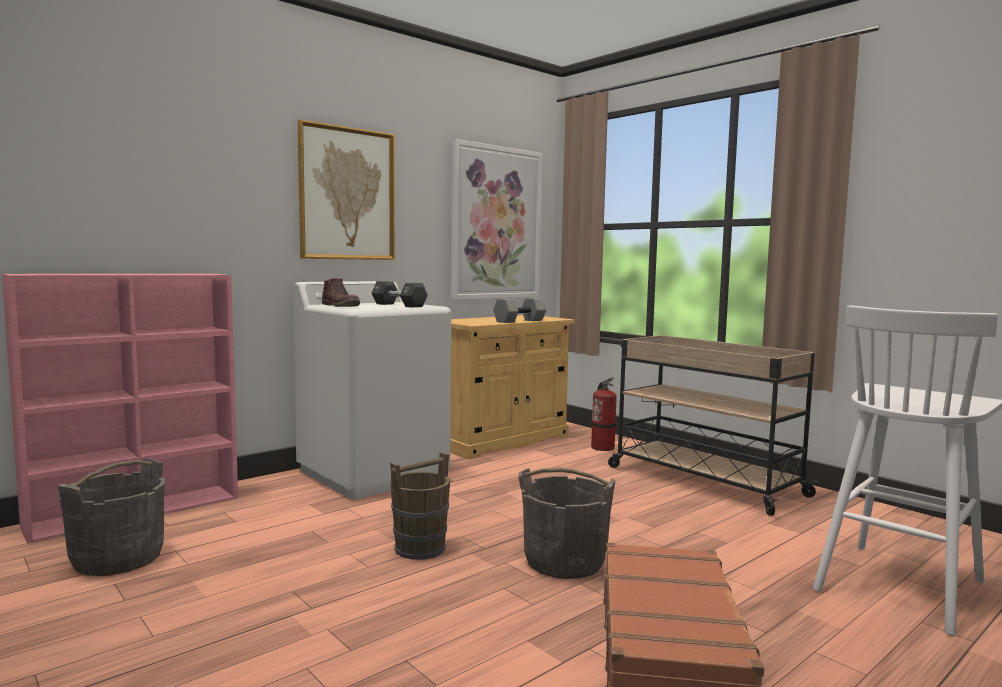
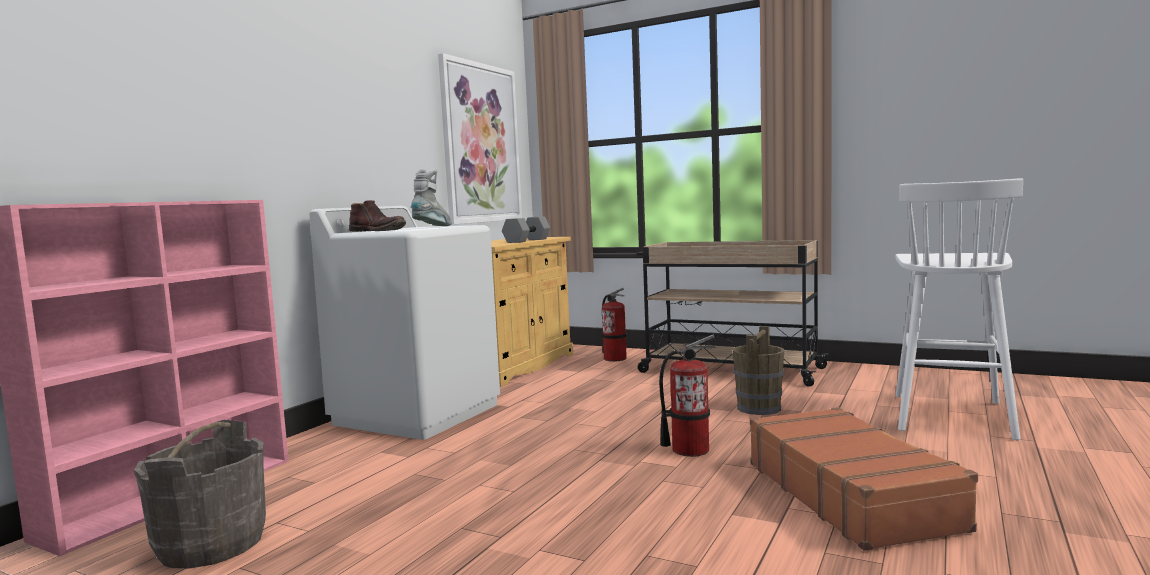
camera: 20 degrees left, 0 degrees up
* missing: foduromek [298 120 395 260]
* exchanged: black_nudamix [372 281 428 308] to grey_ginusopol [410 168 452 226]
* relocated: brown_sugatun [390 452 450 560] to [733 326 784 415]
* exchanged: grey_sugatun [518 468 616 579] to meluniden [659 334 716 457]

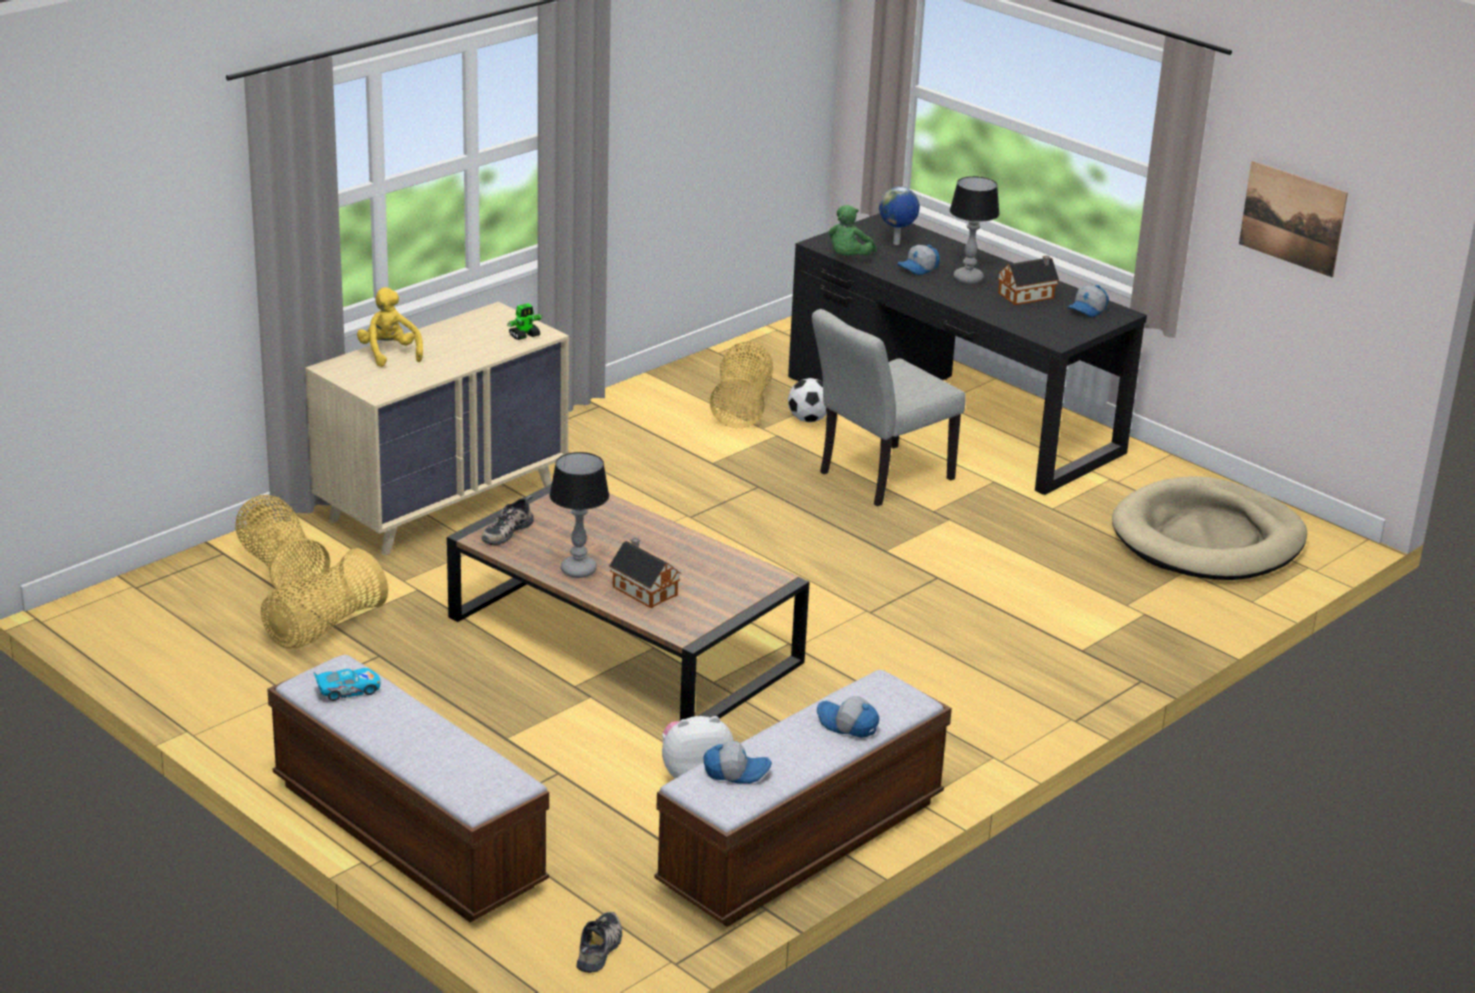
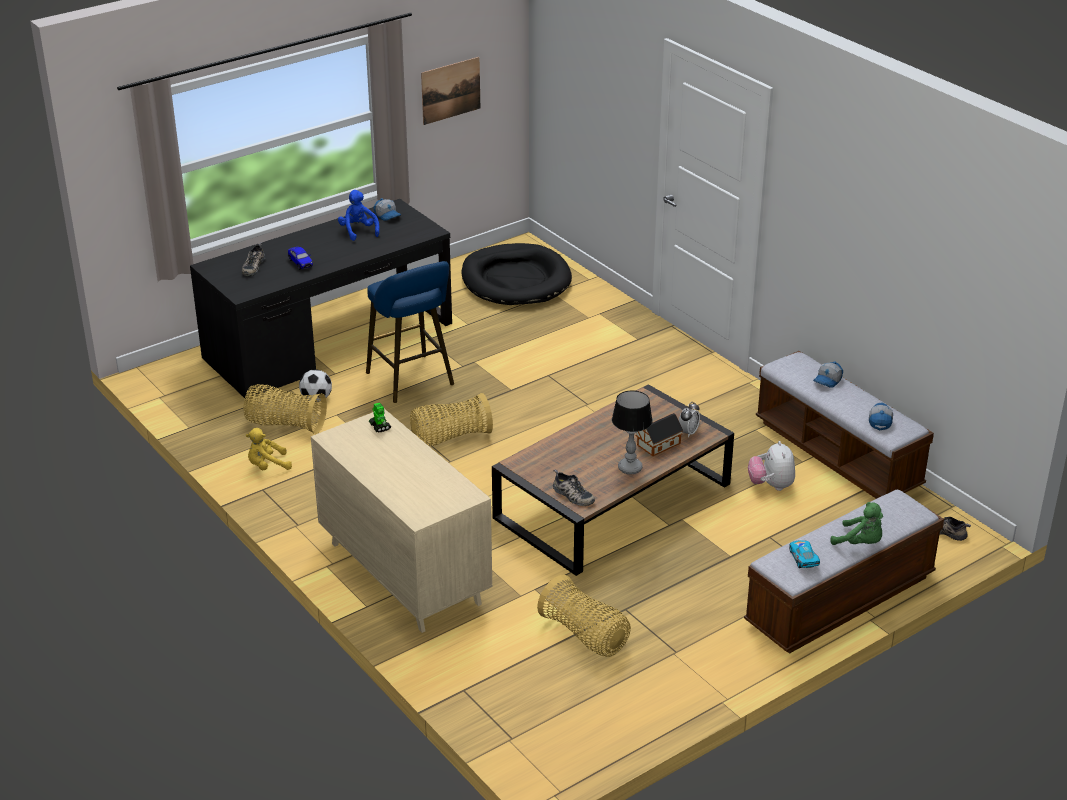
camera: 80 degrees left, 5 degrees up
* missing: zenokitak [950 176 1000 284]
* exchanged: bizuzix [879 187 920 245] to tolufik [242 242 266 276]
* relocated: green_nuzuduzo [829 205 877 256] to [830 502 883 545]
* exchanged: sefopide [897 245 940 275] to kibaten [288 247 313 270]
* exchanged: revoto [998 255 1059 305] to blue_nuzuduzo [338 190 379 241]
* relocated: yellow_nuzuduzo [357 287 423 367] to [246 428 292 470]
* exchanged: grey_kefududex [812 309 966 506] to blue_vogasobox [366 261 454 403]
* colour: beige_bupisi [1112 476 1307 580] to black_bupisi [461 243 572 305]
* relocated: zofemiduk [235 495 330 596] to [410 393 493 446]
* appeared: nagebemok [679 402 700 438]

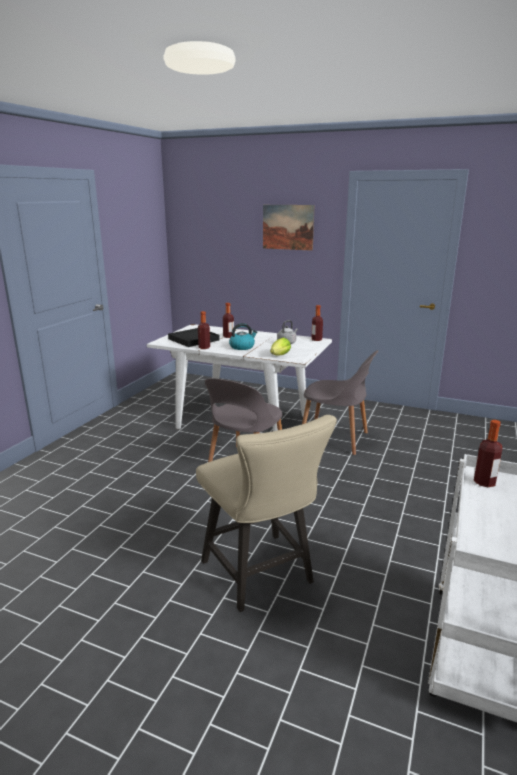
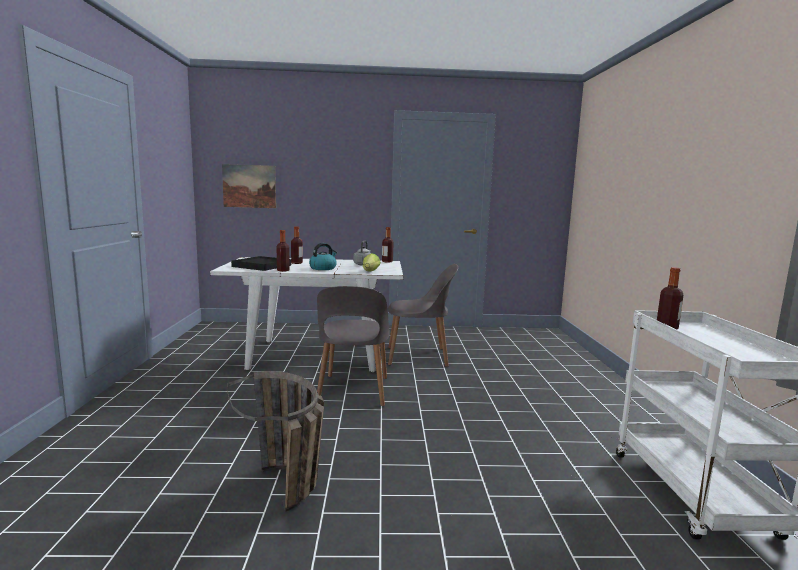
camera: 25 degrees left, 10 degrees down
* relocated: foduromek [263 205 315 251] to [222 164 276 208]
* missing: beige_kefududex [196 415 337 612]
* appeared: zofemiduk [227 371 324 512]

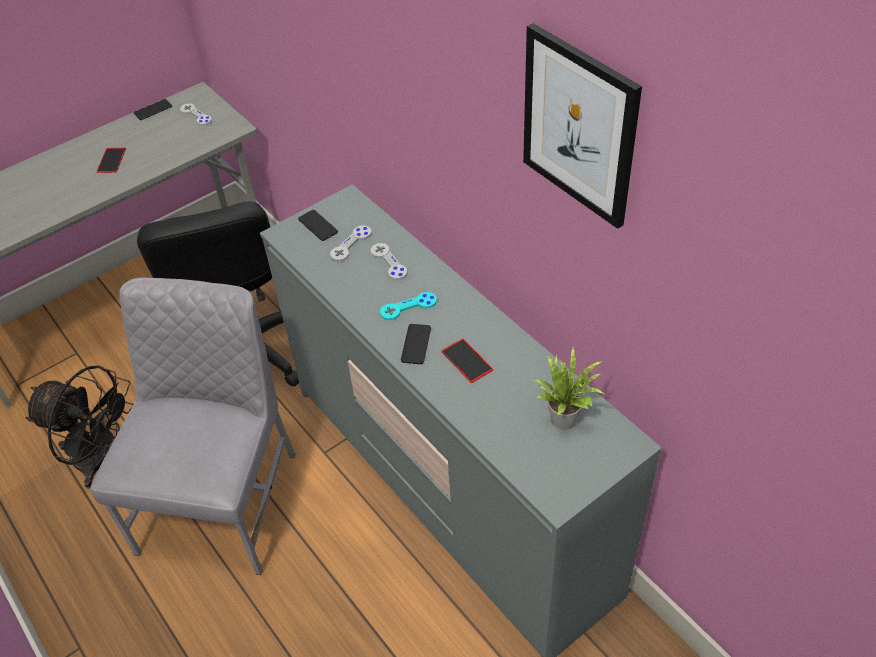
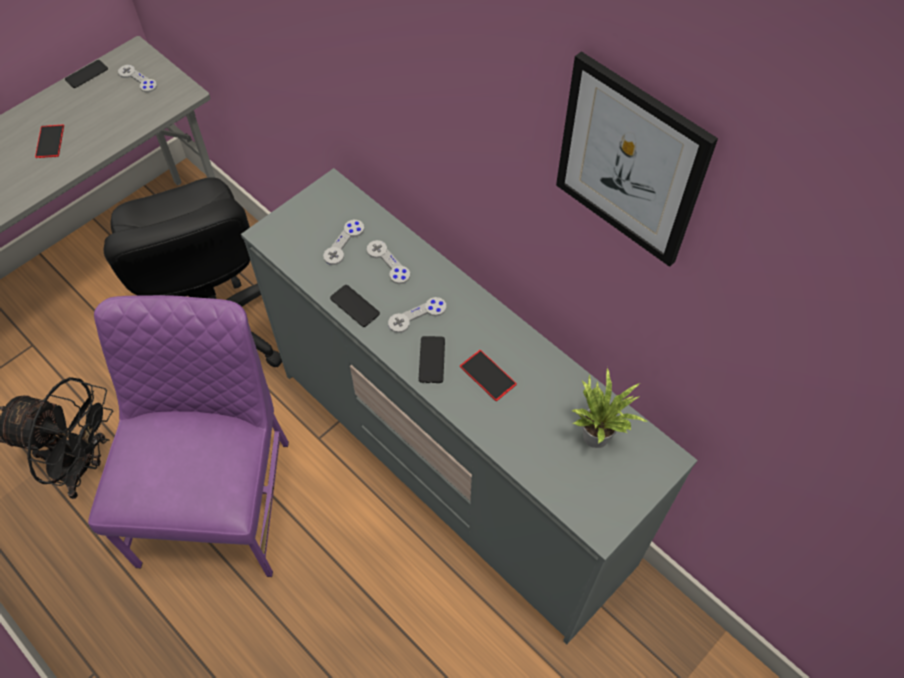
camera: 10 degrees left, 10 degrees up
* relocated: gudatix [298 210 338 241] to [330 285 380 327]
* colour: grey_kefududex [90 277 295 575] to purple_kefududex [88 295 289 577]
* colour: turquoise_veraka [380 292 437 320] to grey_veraka [388 297 446 333]

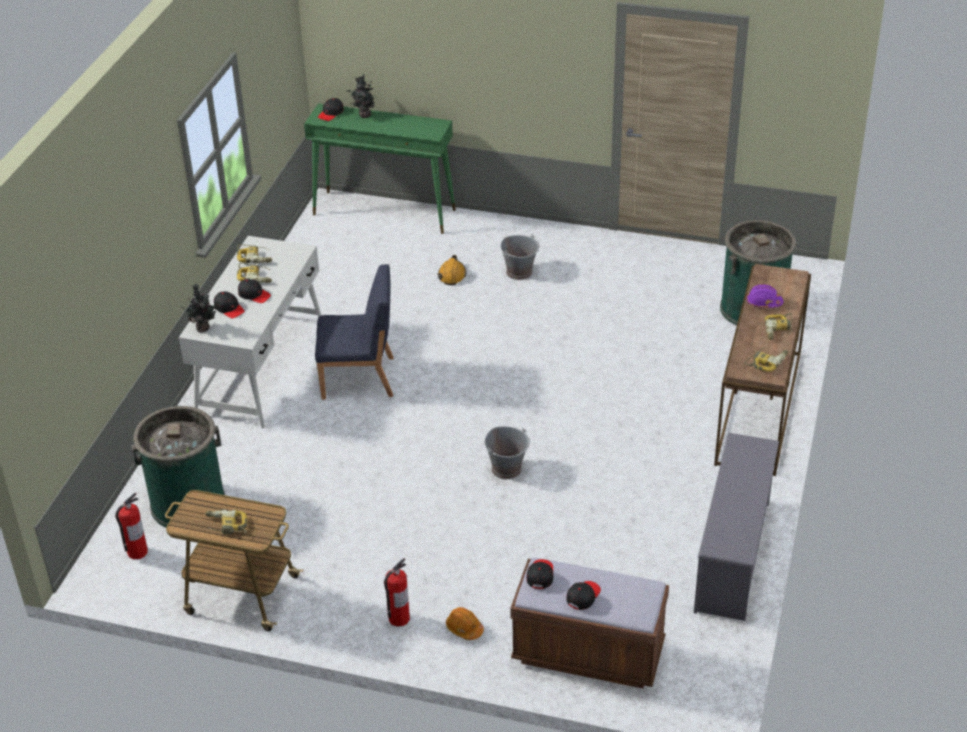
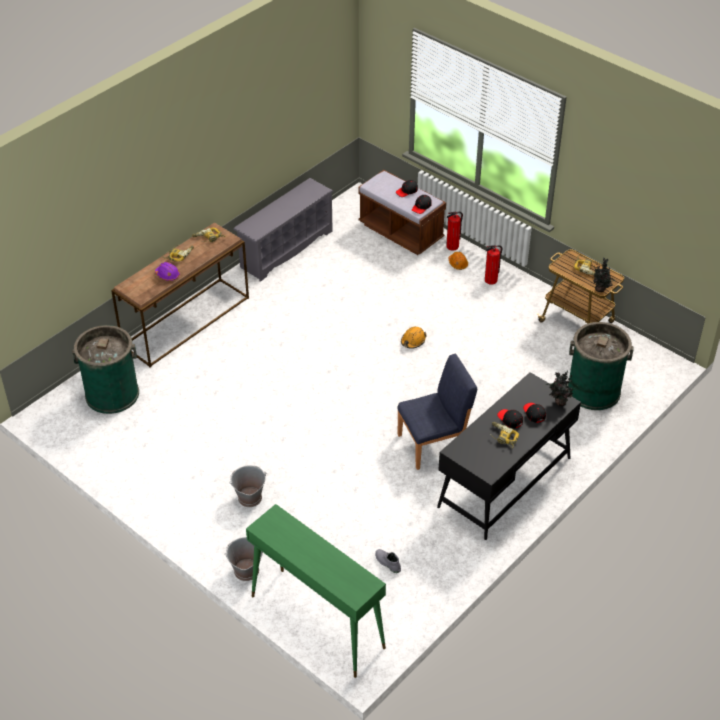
camera: 155 degrees left, 5 degrees up
* relocated: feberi [346 73 376 118] to [593 257 616 292]
* missing: black_sefopide [318 98 344 121]
* colour: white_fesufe [179 236 322 429] to black_fesufe [437 372 581 540]
* missing: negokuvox [237 244 272 264]
* relocated: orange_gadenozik [438 255 466 285] to [401 327 427 349]
* spun: blue_kefududex [315 264 393 400] = [397 354 477 470] 135 degrees clockwise
* relocated: grey_sugatun [485 426 530 479] to [224 537 263 581]
* relocated: meluniden [115 493 148 559] to [446 211 463 251]
* appeared: grey_ginusopol [375 549 401 573]

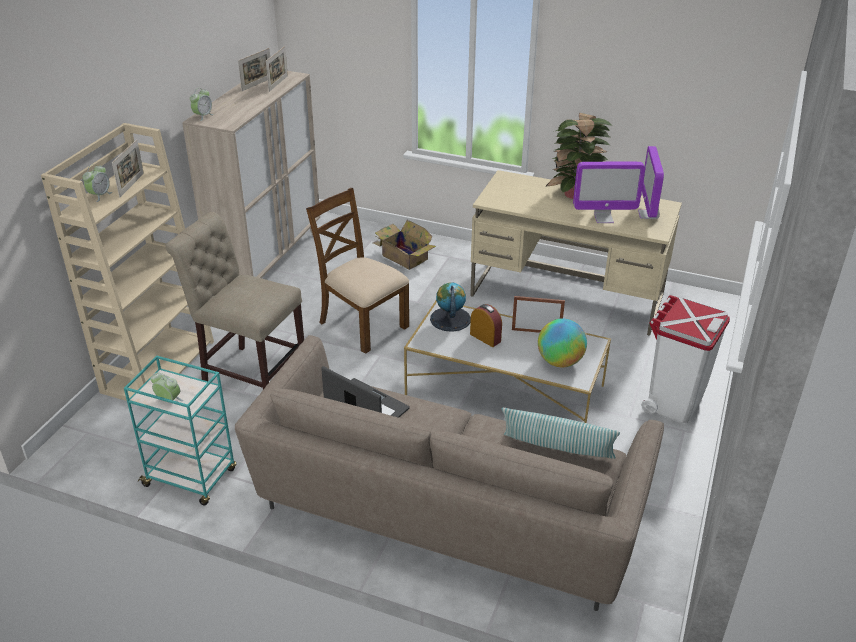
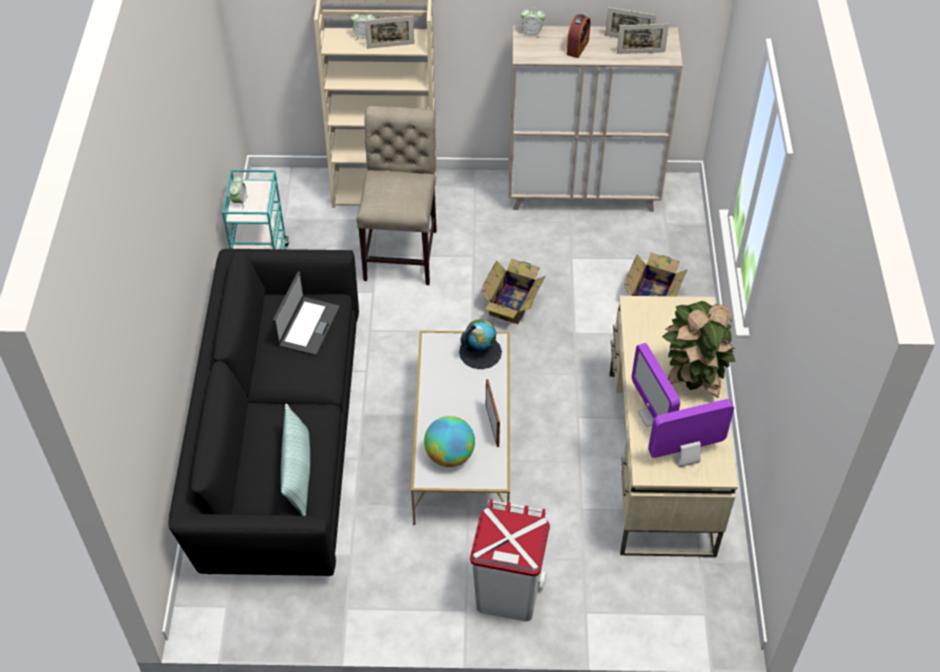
camera: 70 degrees right, 15 degrees up
* exchanged: brown_kefududex [306 188 409 354] to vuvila [481 259 546 324]
* relocated: nagebemok [470 304 502 347] to [567 14 590 58]
* colour: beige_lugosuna [235 335 664 611] to black_lugosuna [168 249 359 576]

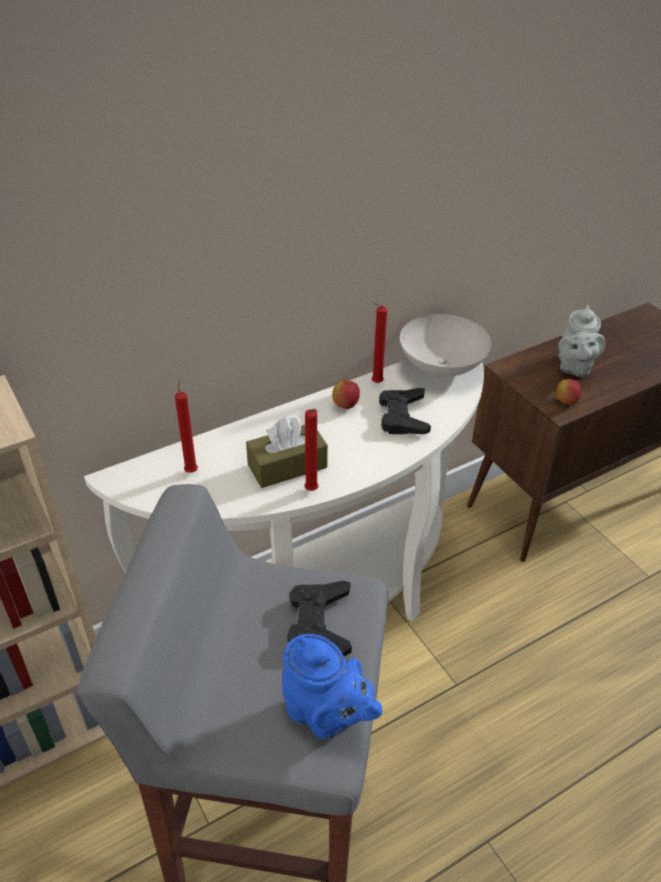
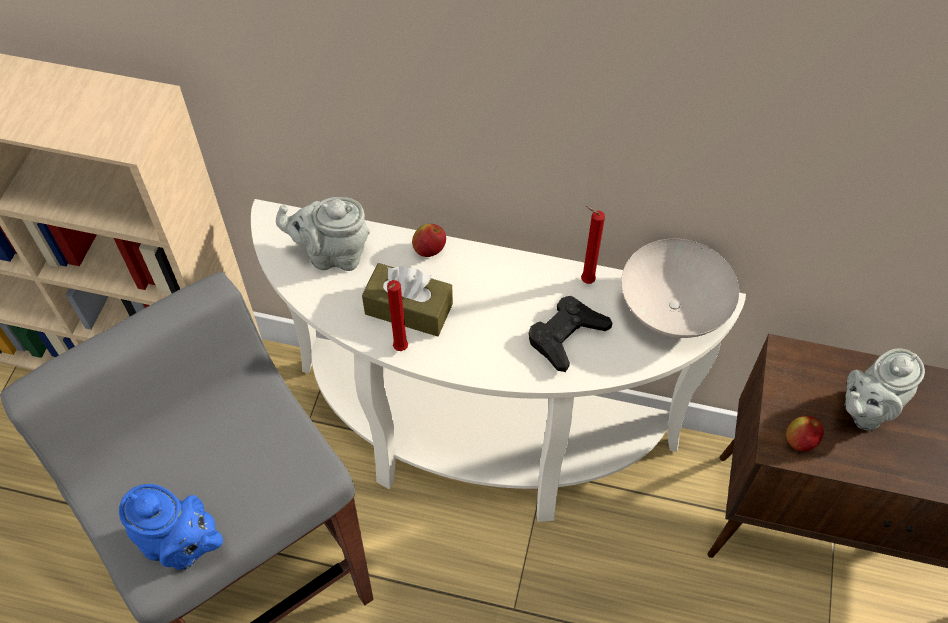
camera: 45 degrees right, 15 degrees up
* exchanged: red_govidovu [175 378 198 473] to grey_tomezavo [276 197 370 271]
* relocated: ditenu [332 380 360 409] to [412 224 446 257]
* missing: black_veraka [287 581 352 656]
* spun: blue_tomezavo [282 634 382 740] = [119 484 223 570] 60 degrees counterclockwise

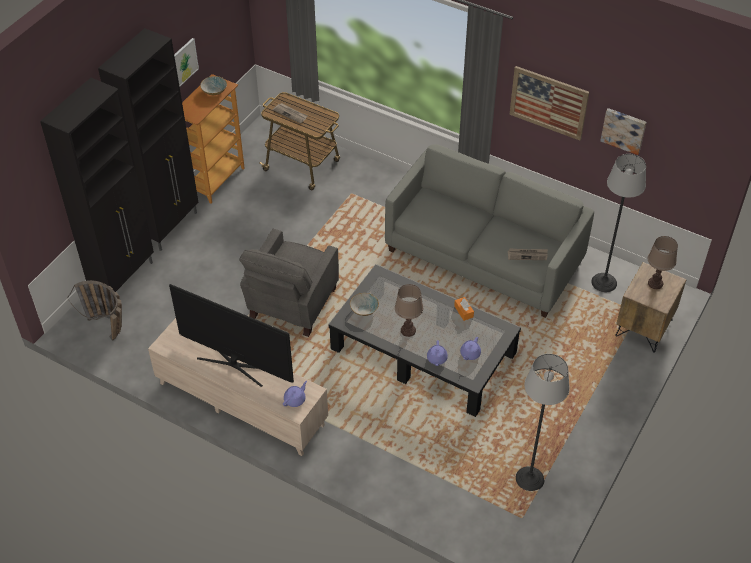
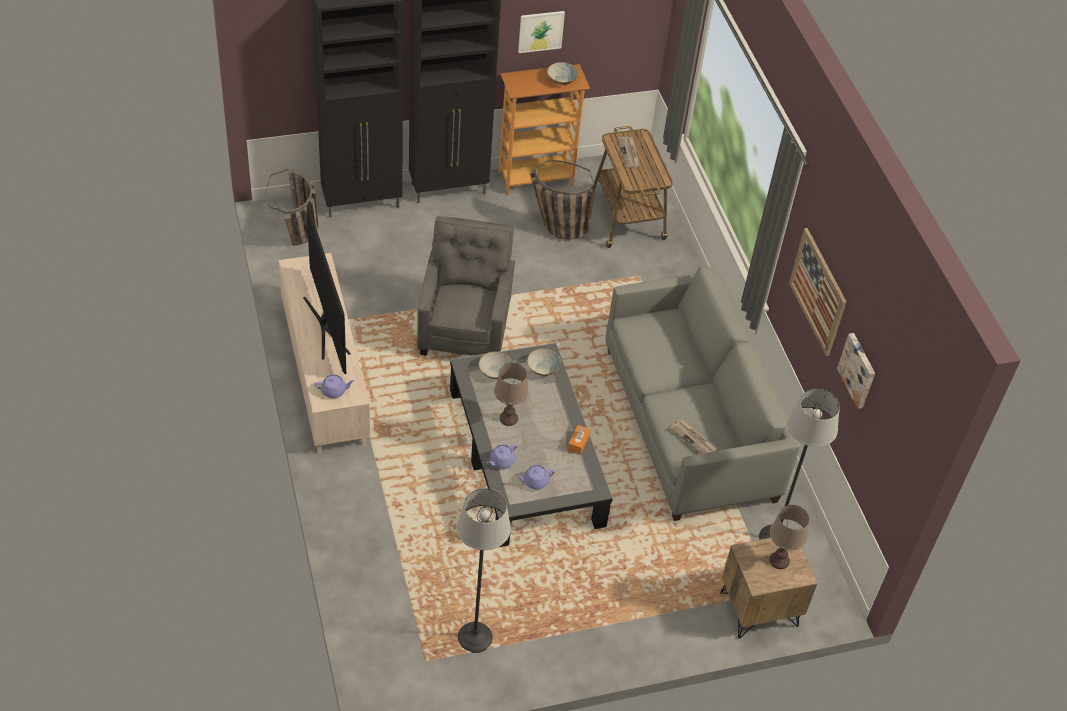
camera: 40 degrees right, 0 degrees up
* spun: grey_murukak [239 229 339 337] = [417 216 515 356] 120 degrees clockwise
* appeared: zofemiduk [530 160 595 240]
* appeared: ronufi [527 348 561 376]

